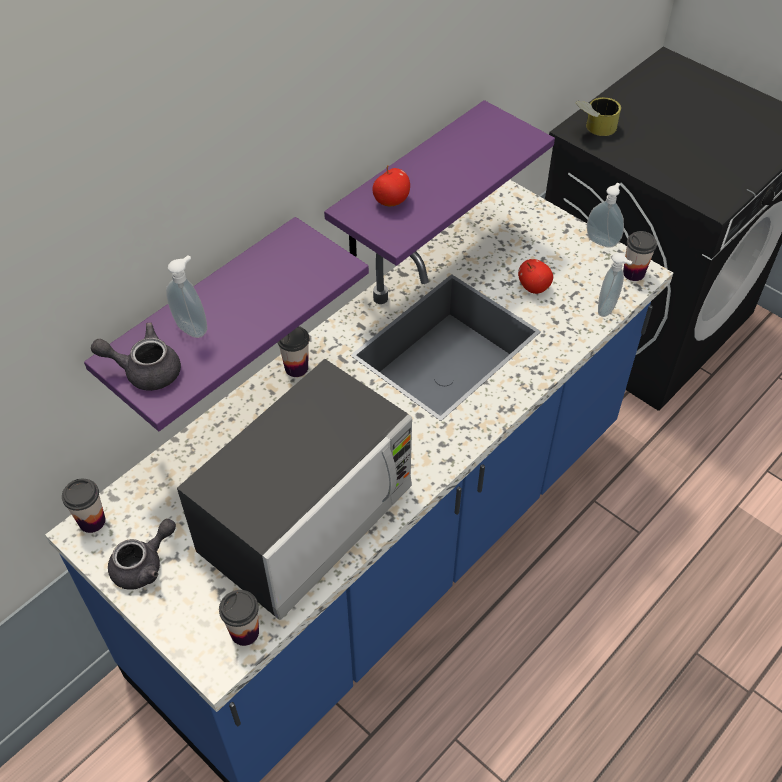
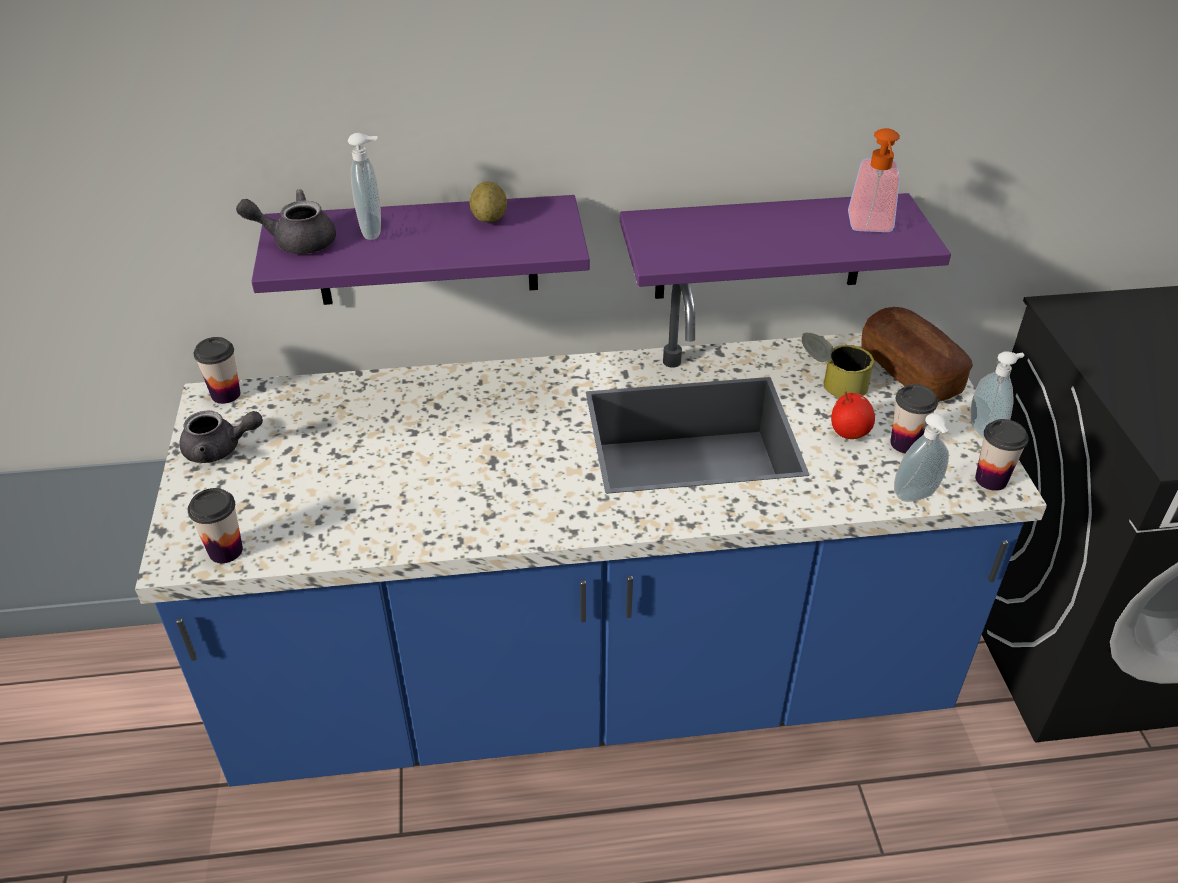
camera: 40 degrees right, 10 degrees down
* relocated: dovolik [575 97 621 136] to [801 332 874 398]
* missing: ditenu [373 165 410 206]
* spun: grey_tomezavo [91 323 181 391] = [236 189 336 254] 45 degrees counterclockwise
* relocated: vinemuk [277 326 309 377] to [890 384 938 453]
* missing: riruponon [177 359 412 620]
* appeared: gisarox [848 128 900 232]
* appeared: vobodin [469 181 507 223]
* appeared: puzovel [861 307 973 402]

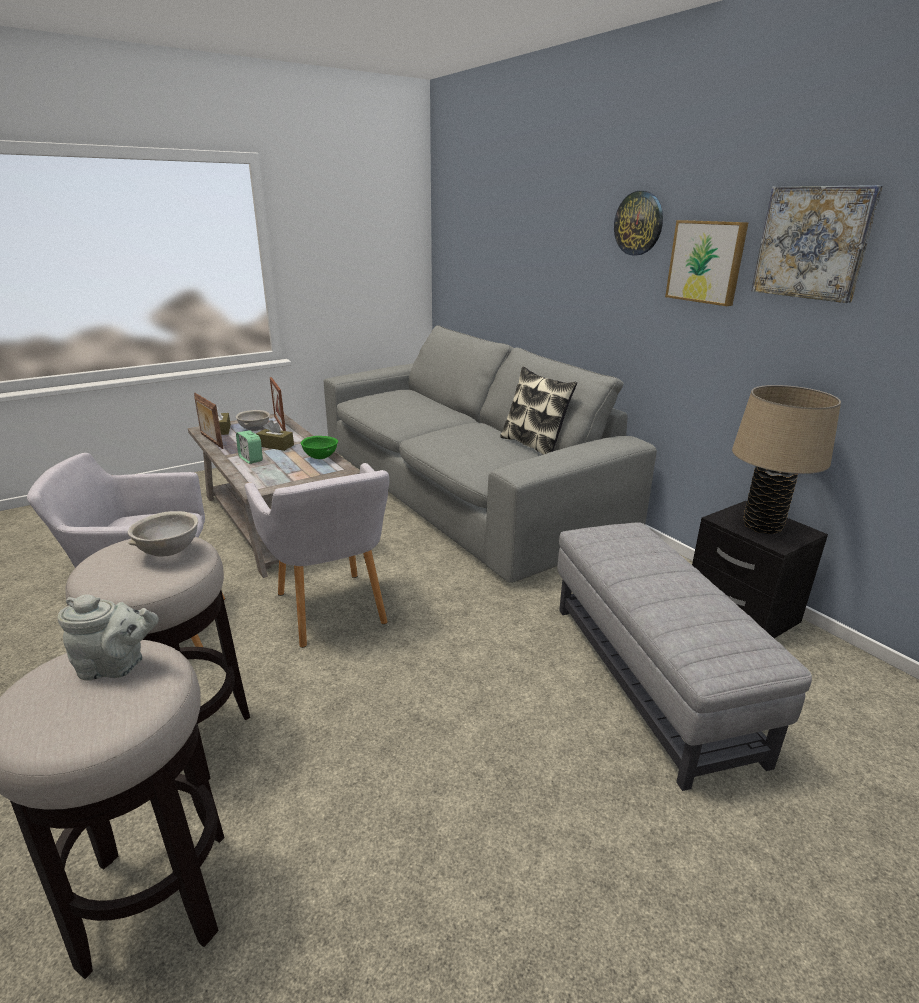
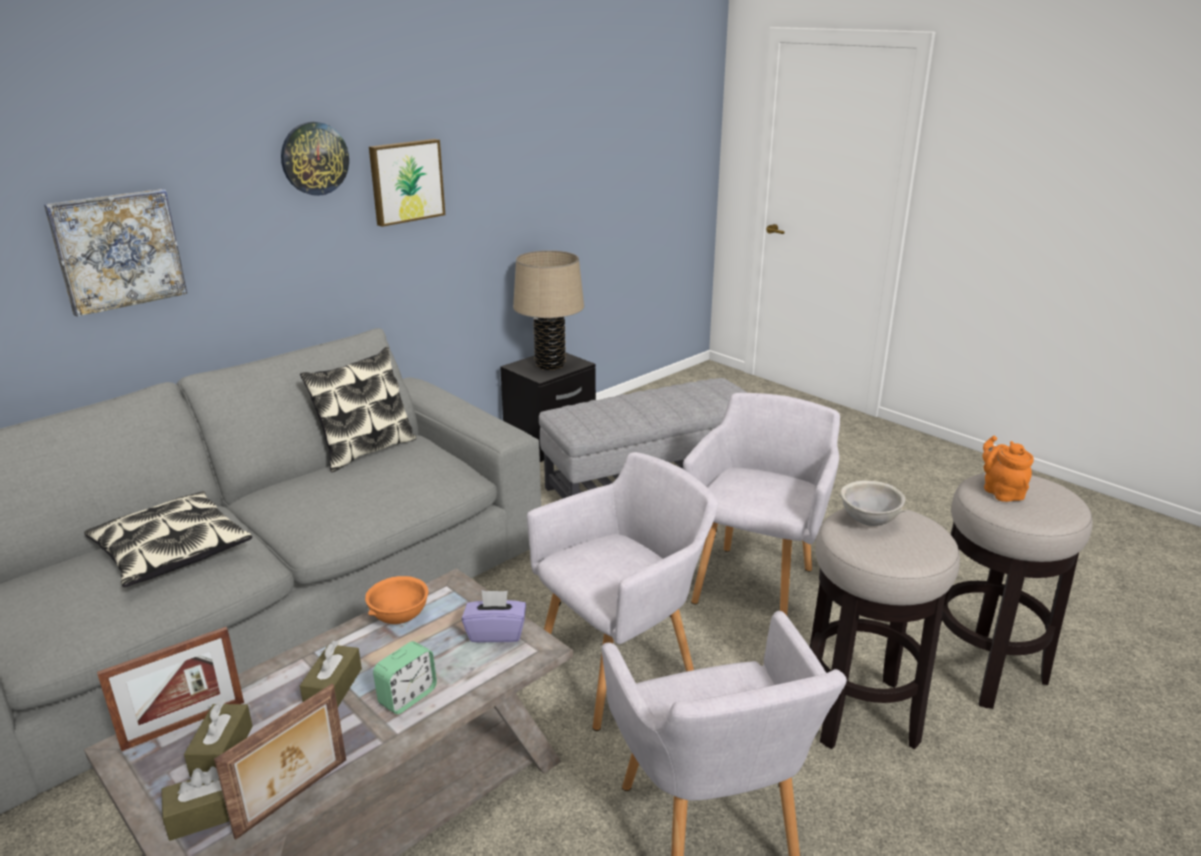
camera: 100 degrees left, 0 degrees up
* relocated: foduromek [751 185 883 303] to [44 189 187 317]
* exchanged: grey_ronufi [236 410 270 431] to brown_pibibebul [184 700 253 777]
* colour: green_ronufi [301 436 338 459] to orange_ronufi [365 576 428 624]
* colour: grey_tomezavo [58 594 159 681] to orange_tomezavo [983 436 1034 502]
* appeared: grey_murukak [683 393 840 615]
* appeared: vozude [84 491 252 587]
* appeared: purple_pibibebul [462 590 526 643]

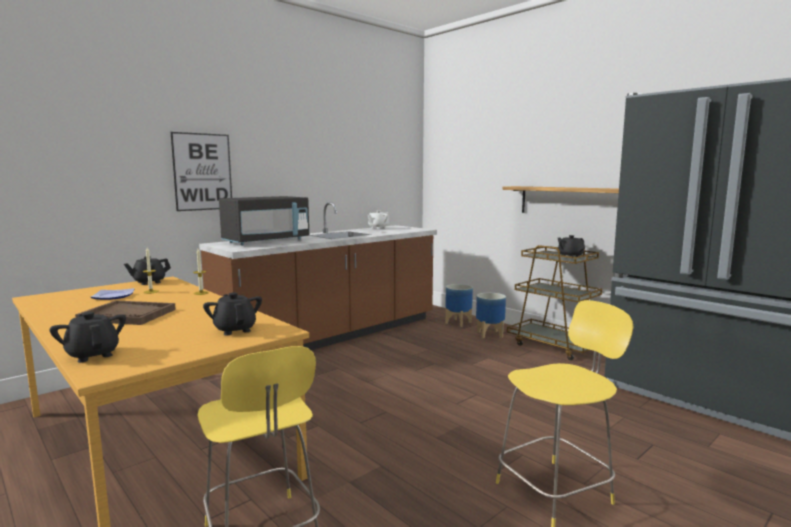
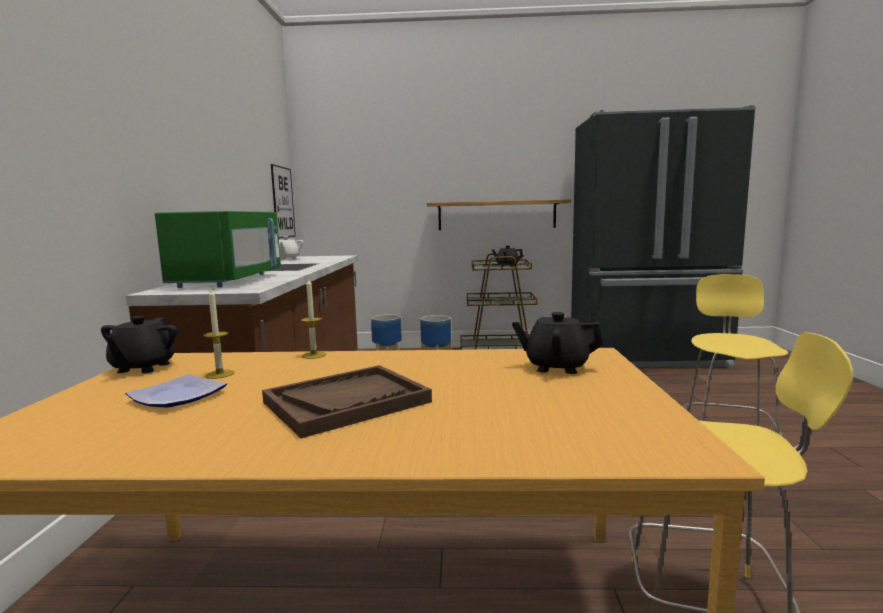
camera: 45 degrees left, 0 degrees up
* relocated: foduromek [171 132 232 211] to [271 164 296 238]
* colour: black_riruponon [219 196 309 245] to green_riruponon [155 211 281 288]
* missing: black_tomezavo [50 312 126 363]

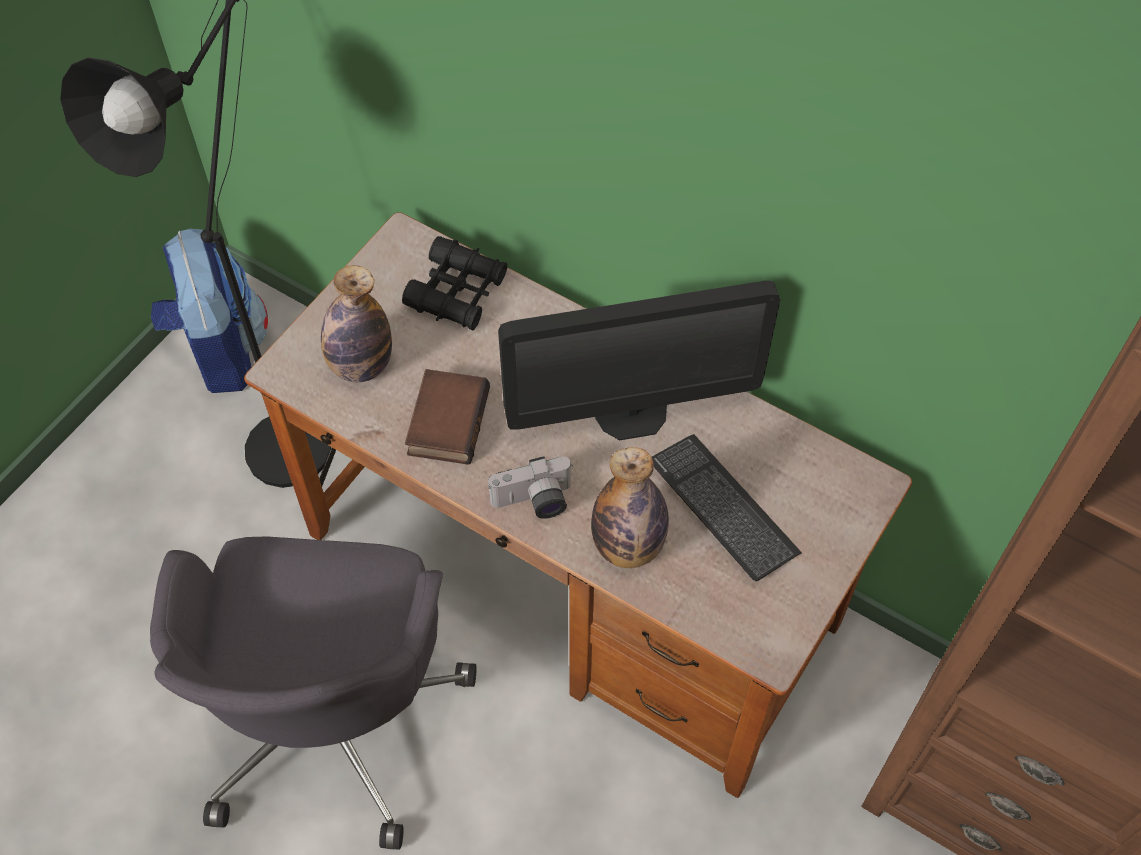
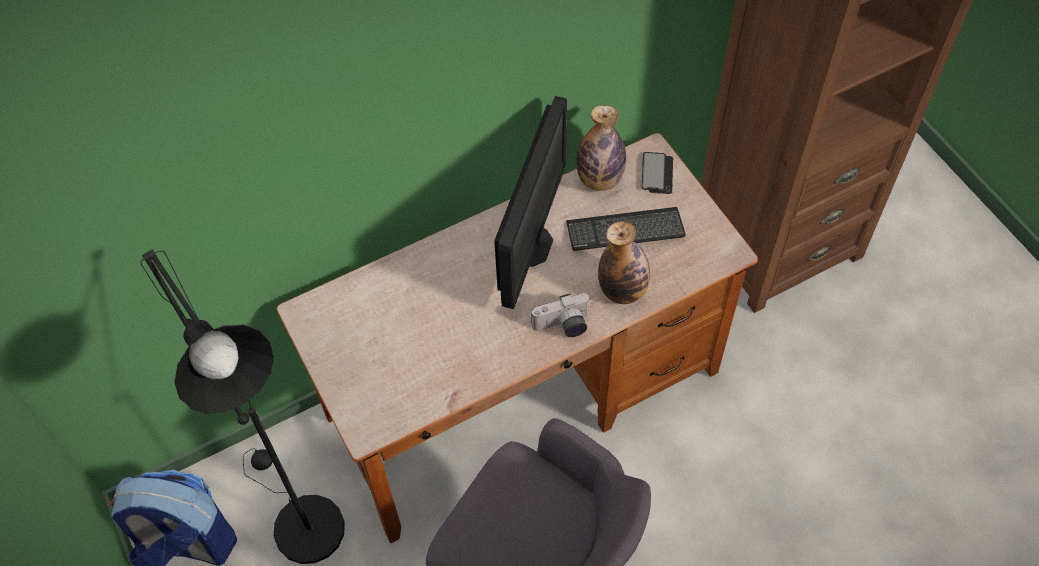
camera: 60 degrees left, 0 degrees up
* missing: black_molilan [402 236 507 330]
* relocated: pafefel [321 265 392 382] to [577 105 626 191]
* missing: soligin [405 369 490 465]
* spun: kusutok [488 456 571 519] = [531 293 590 337] 60 degrees clockwise
* appeared: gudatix [642 152 673 194]

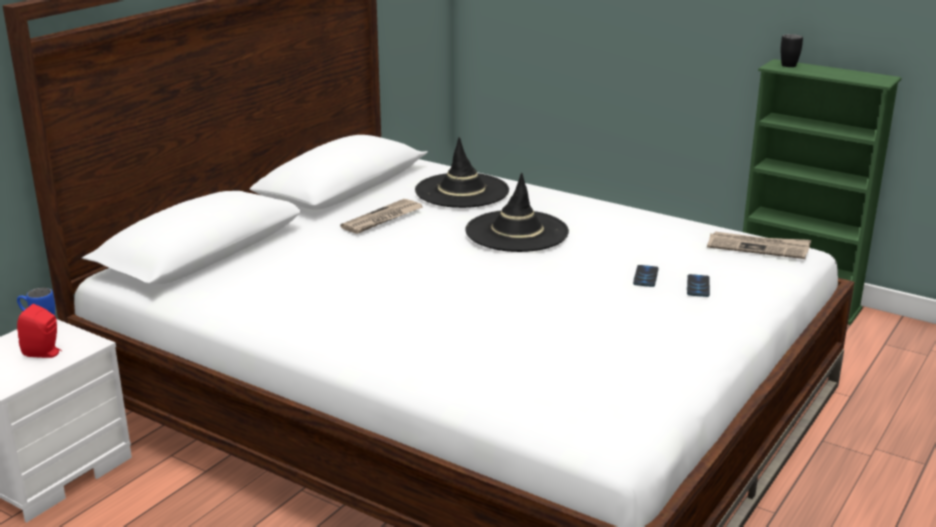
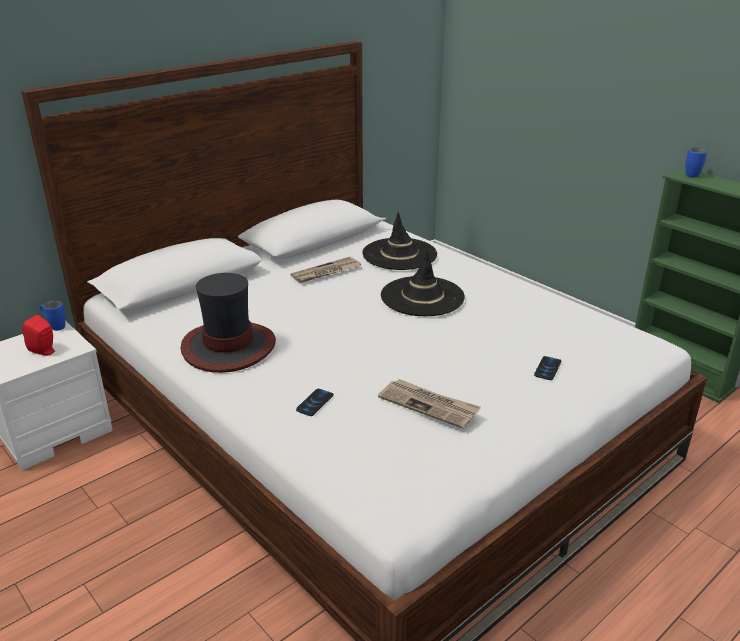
camera: 15 degrees right, 5 degrees up
* colour: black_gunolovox [780 34 803 67] to blue_gunolovox [686 148 707 177]
* relocated: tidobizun [707 232 811 259] to [378 379 481 429]
* relocated: gudatix [633 265 659 287] to [296 389 333 416]
* appeared: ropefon [181 273 276 373]

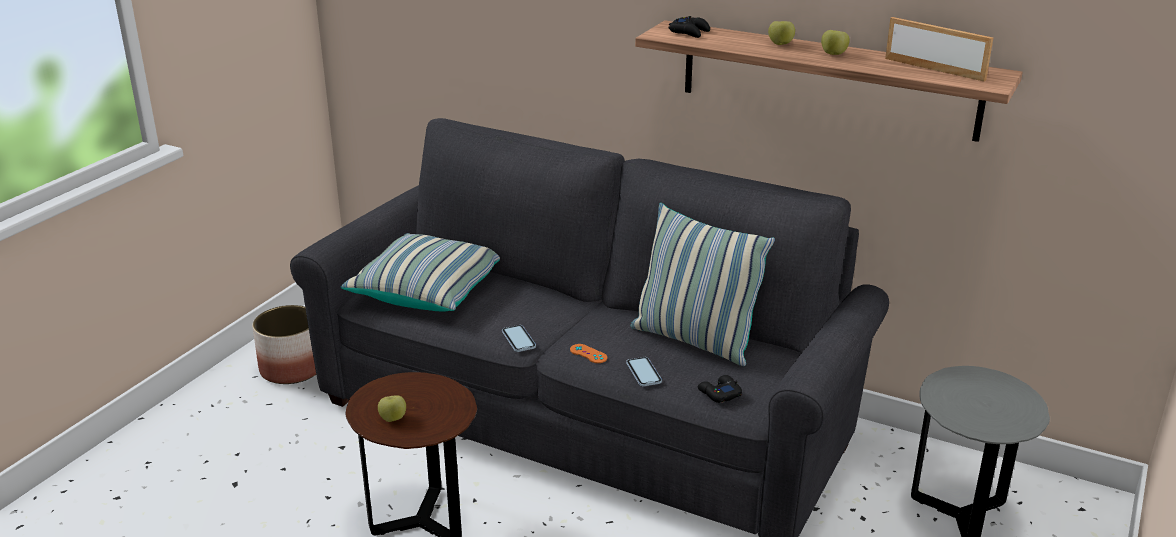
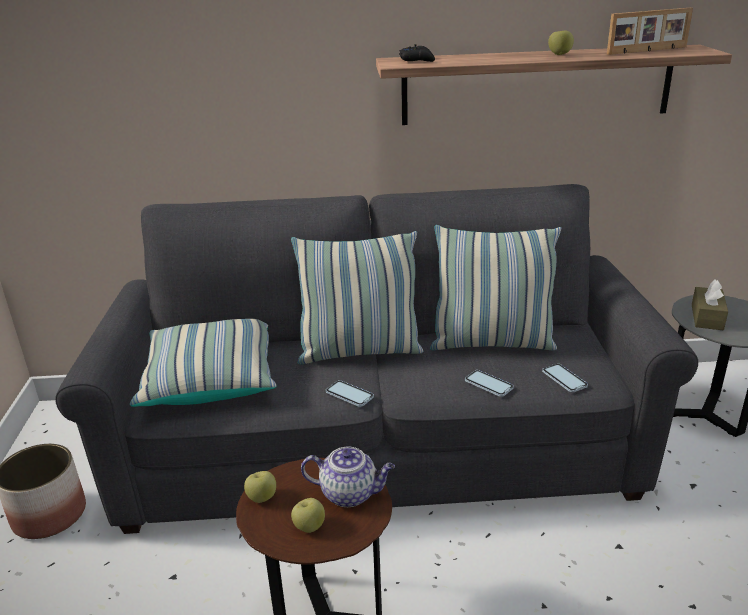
camera: 30 degrees left, 0 degrees up
* spun: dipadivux [885 17 993 81] = [607 8 693 55] 150 degrees clockwise
* relocated: ditenu [768 21 795 45] to [244 471 276 503]
* missing: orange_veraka [570 344 607 363]
* exchanged: black_veraka [698 375 742 403] to gudatix [542 363 588 393]
* appeared: vozude [291 231 423 364]
* appeared: brown_pibibebul [692 279 728 330]
* appeared: tomezavo [301 447 395 507]

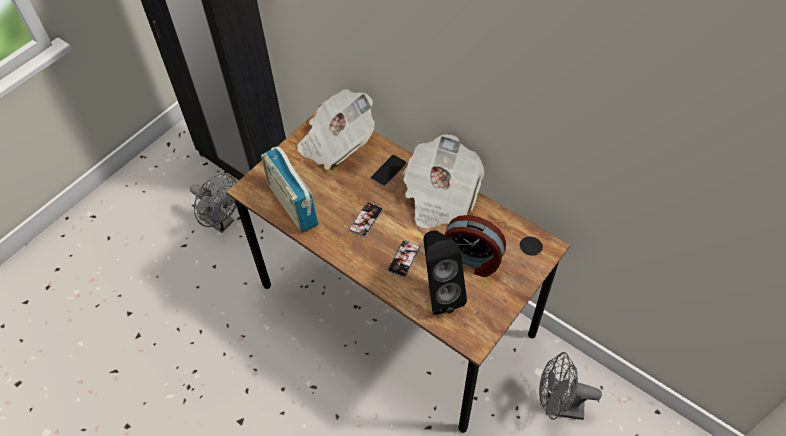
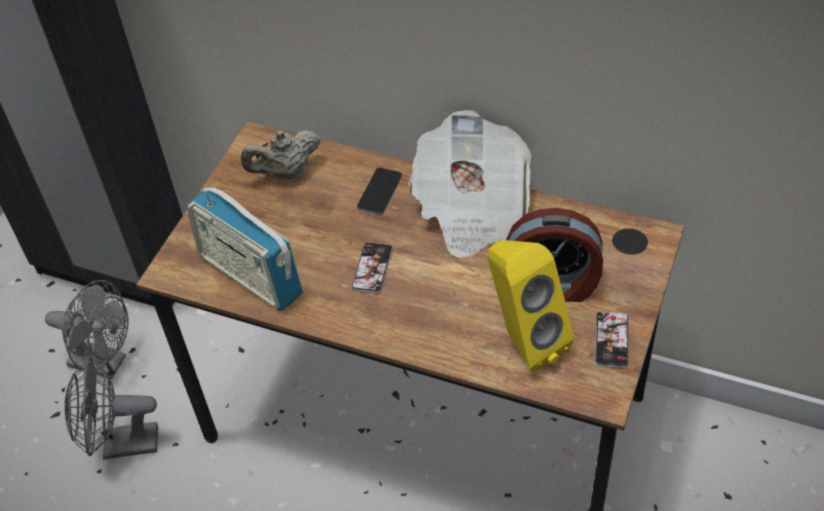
camera: 15 degrees left, 5 degrees down
* exchanged: tidobizun [297 89 375 170] to beige_tomezavo [241 130 320 179]
* colour: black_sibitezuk [423 230 467 315] to yellow_sibitezuk [487 240 574 372]
* relocated: gudatix [388 240 421 278] to [595 311 629 368]
* relocated: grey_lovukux [539 352 602 420] to [65 358 158 459]

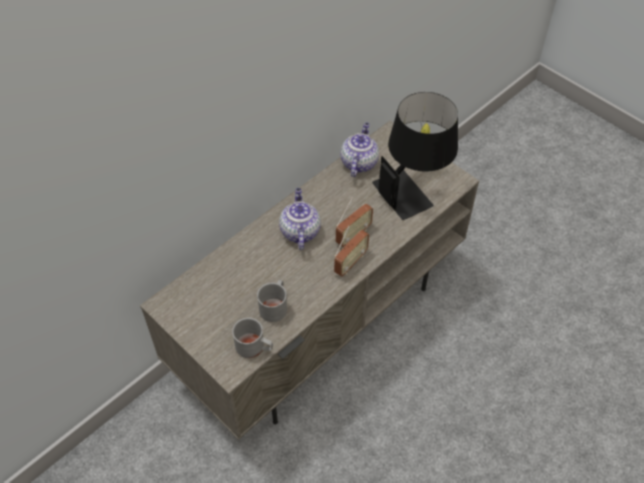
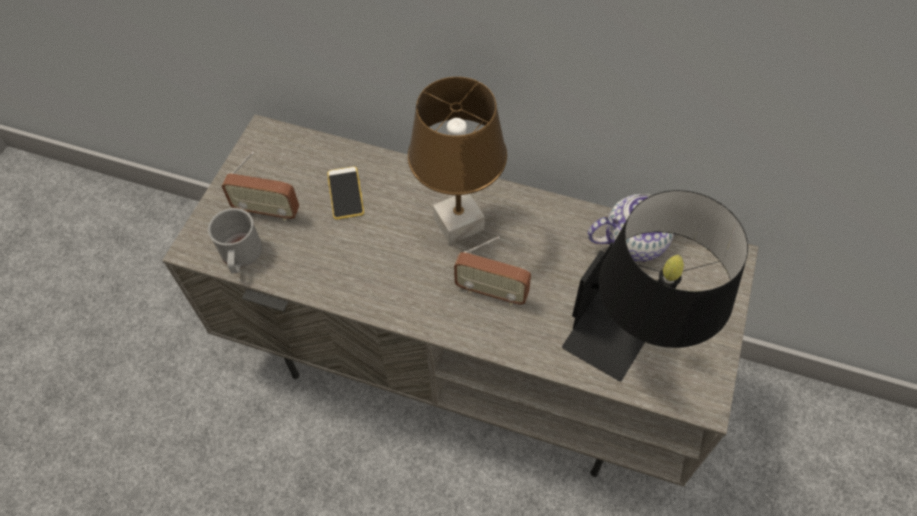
camera: 65 degrees right, 5 degrees up
* exchanged: tomezavo [279 188 321 250] to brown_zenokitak [408 77 507 245]
* relocated: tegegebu [334 226 369 276] to [222 152 299 221]
* missing: grey_gunolovox [257 280 287 322]
* appeared: gudatix [327 167 364 220]

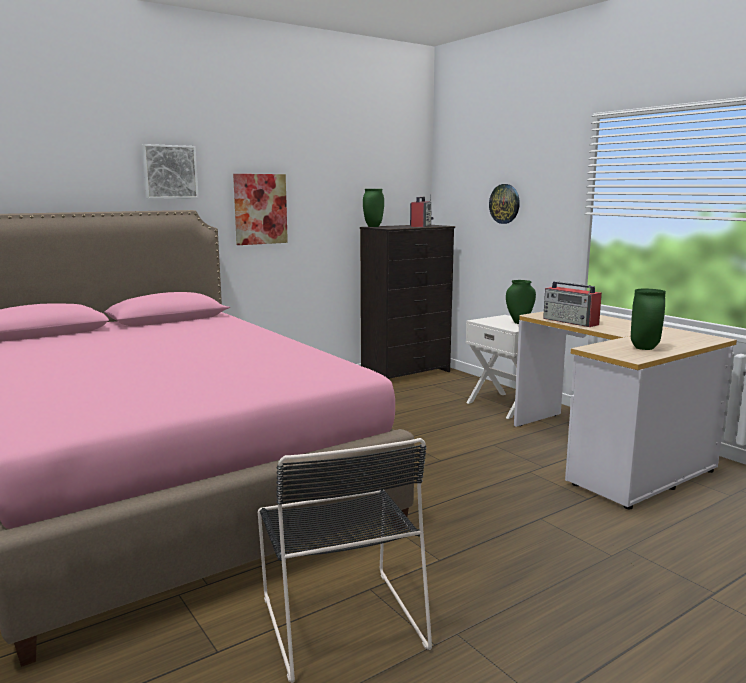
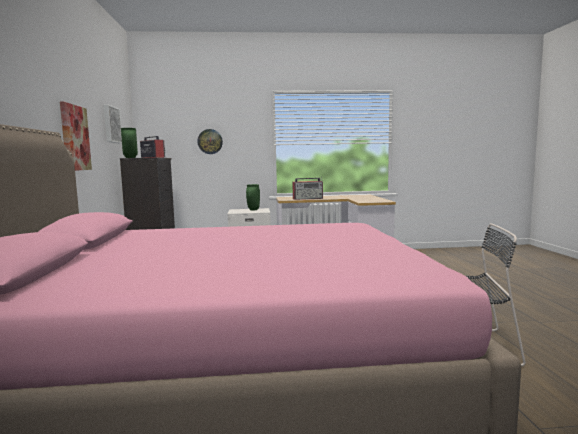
camera: 60 degrees left, 5 degrees down
* relocated: foduromek [142 144 199 199] to [104 105 122 143]
* missing: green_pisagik [631 289 666 350]

